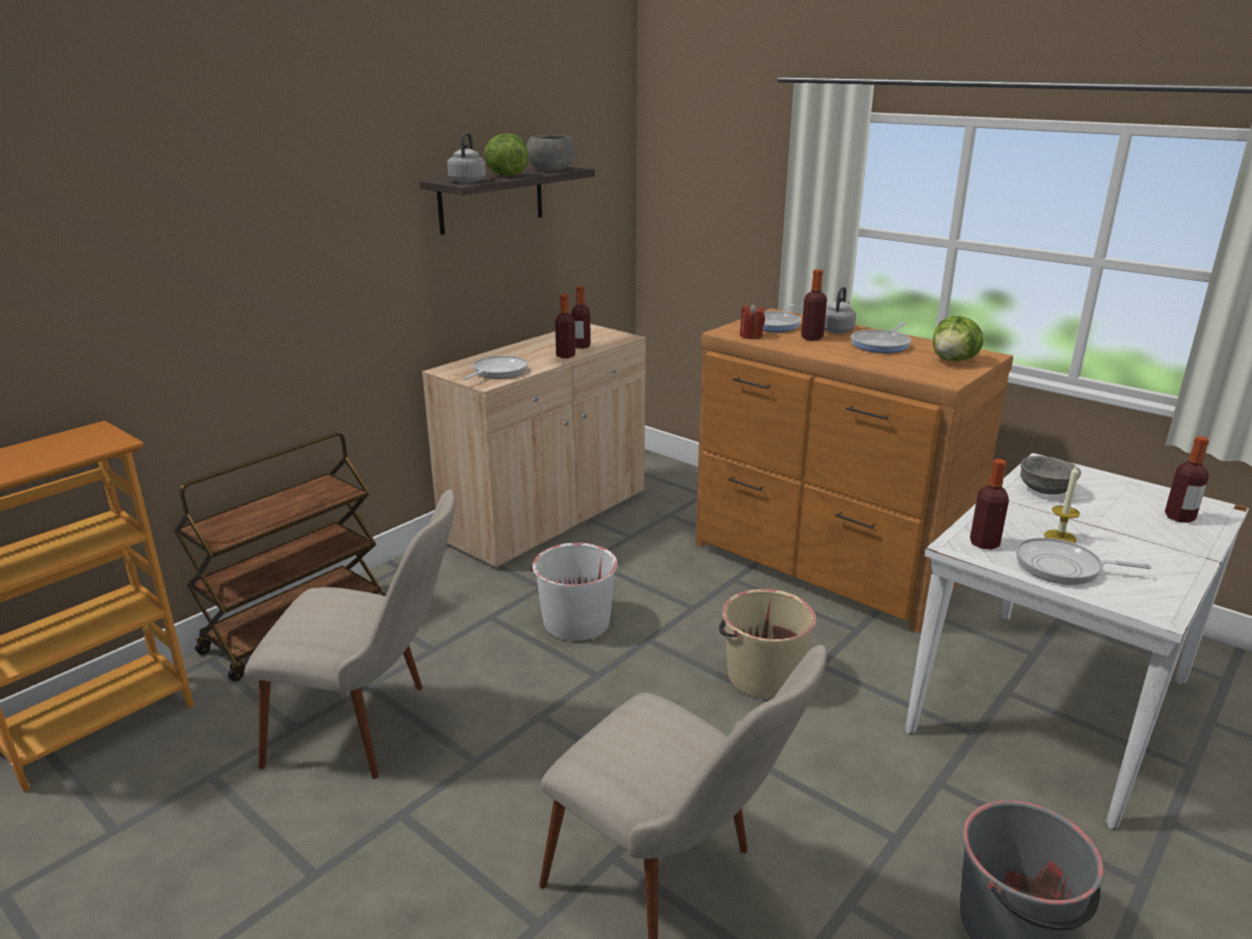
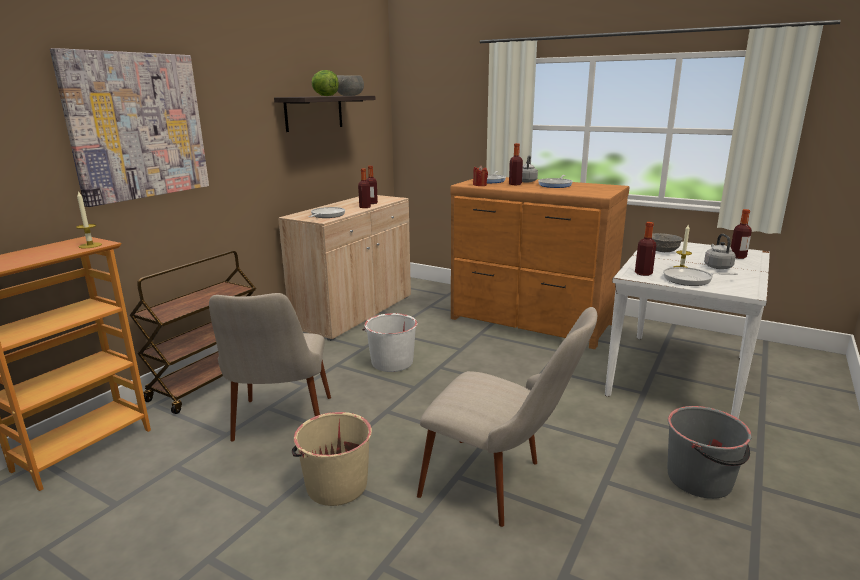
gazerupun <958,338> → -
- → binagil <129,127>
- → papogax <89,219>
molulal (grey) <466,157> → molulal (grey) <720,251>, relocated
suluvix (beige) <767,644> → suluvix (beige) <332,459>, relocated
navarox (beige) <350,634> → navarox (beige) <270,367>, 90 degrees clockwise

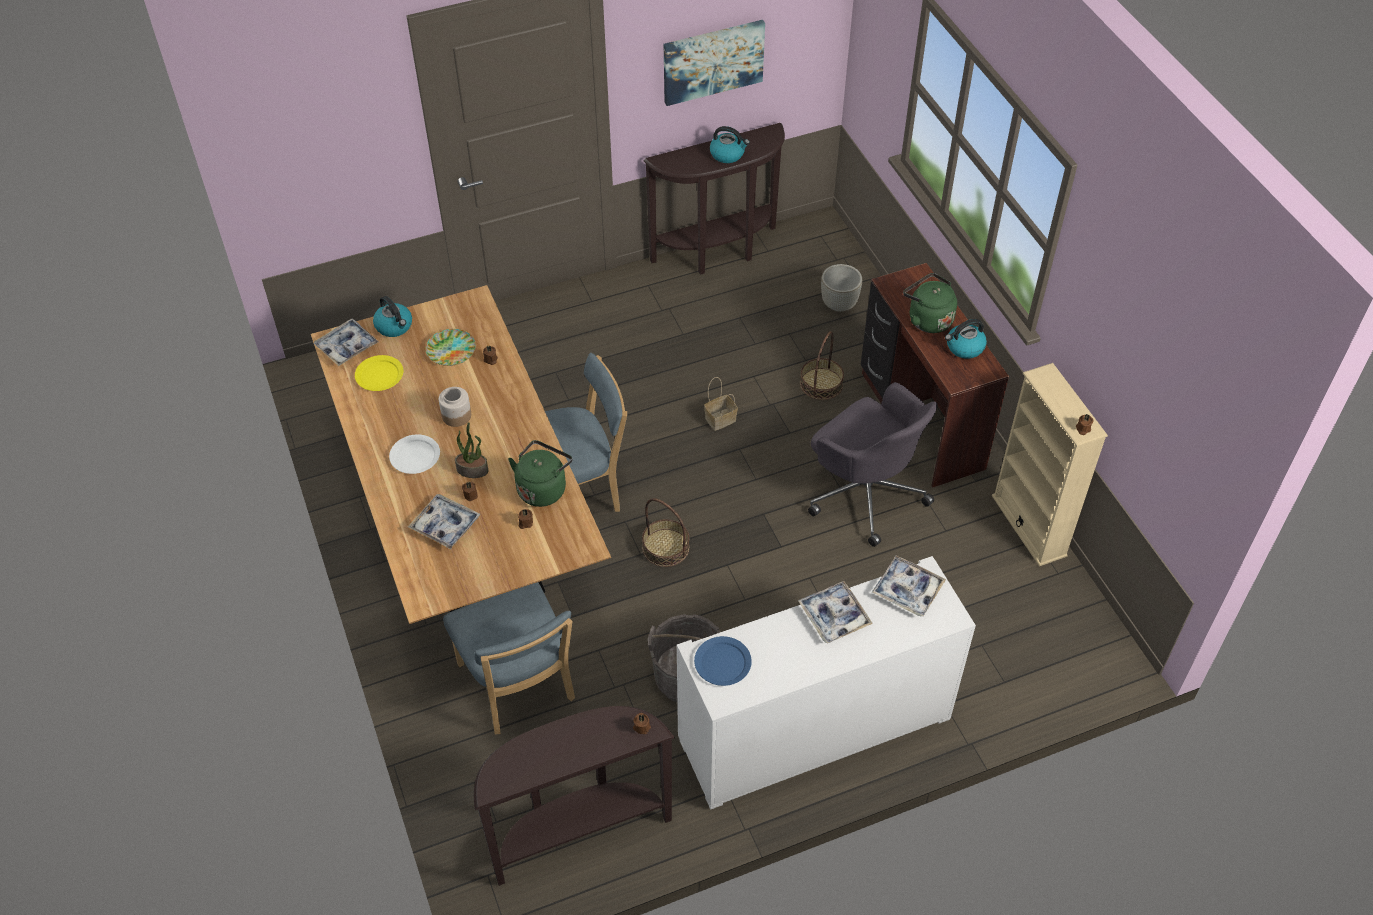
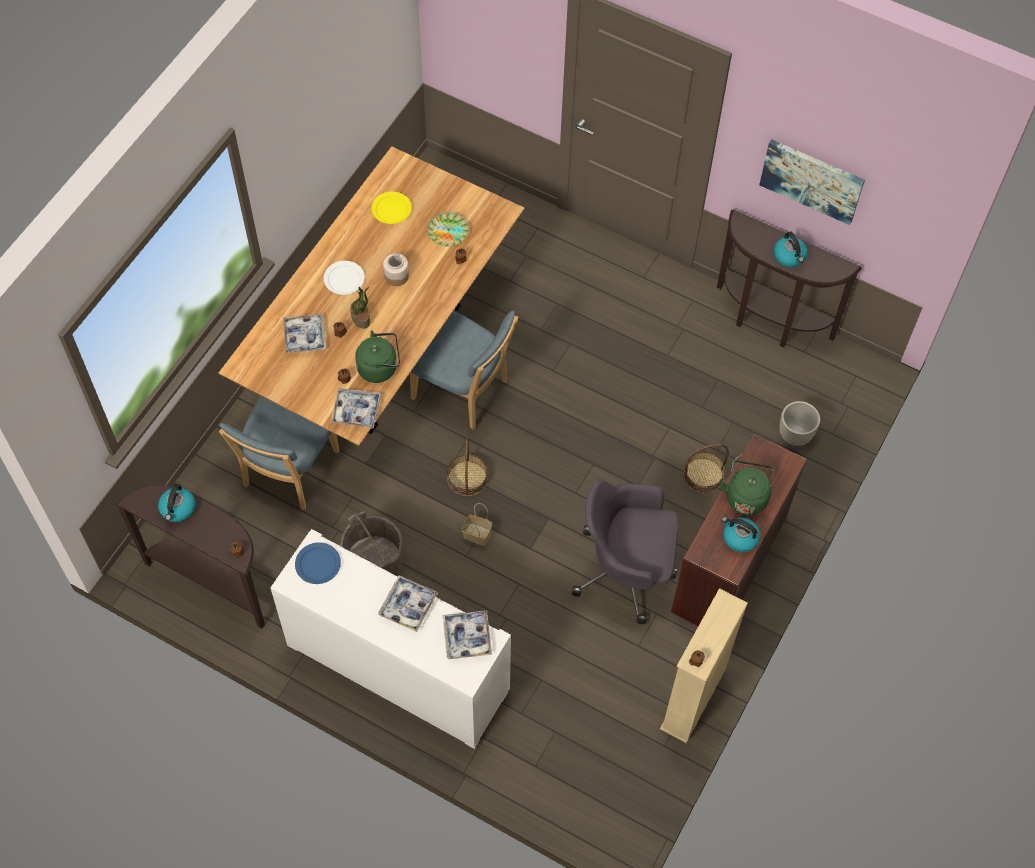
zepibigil <346,342> → zepibigil <355,408>, relocated
molulal <392,316> → molulal <176,503>, relocated
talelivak <721,404> → talelivak <477,524>, relocated
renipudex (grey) <873,464> → renipudex (grey) <625,551>, 90 degrees clockwise

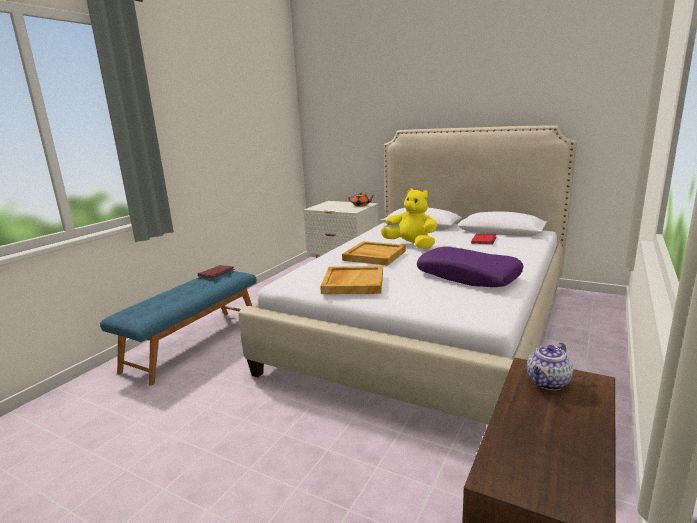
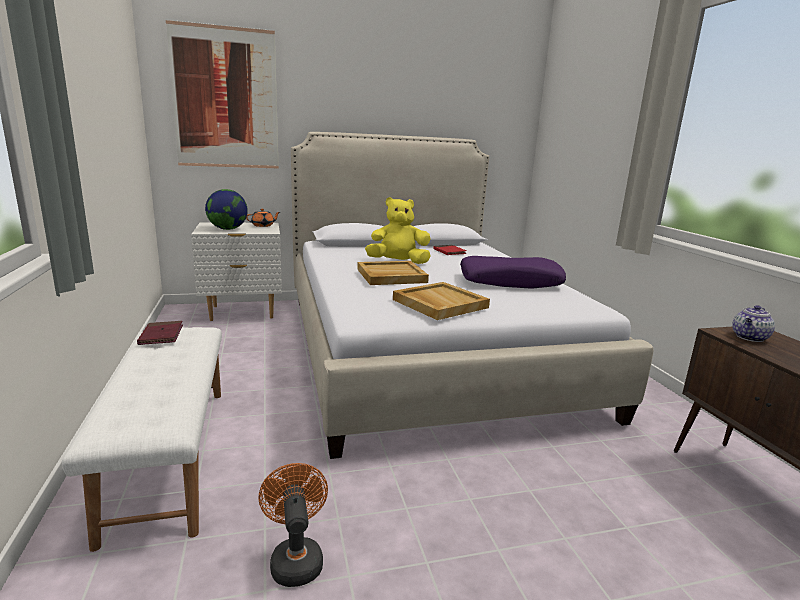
- → binagil <222,94>
- → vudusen <226,209>
- → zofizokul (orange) <293,525>
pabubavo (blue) <178,328> → pabubavo (white) <142,439>
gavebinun <550,366> → gavebinun <753,323>, 45 degrees clockwise

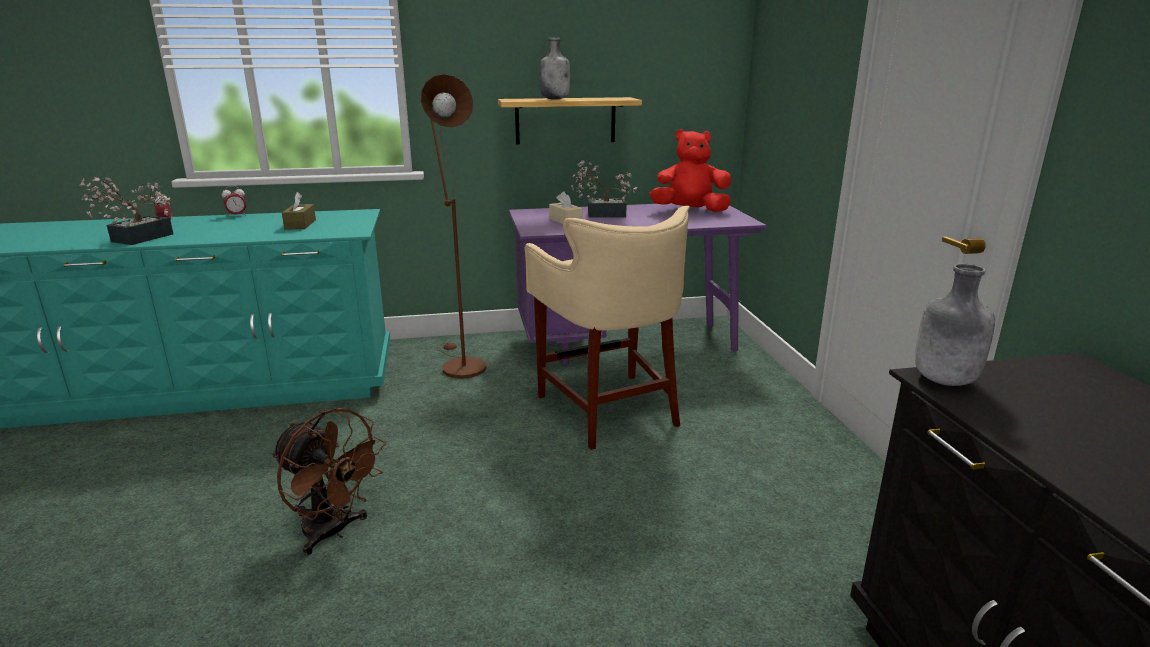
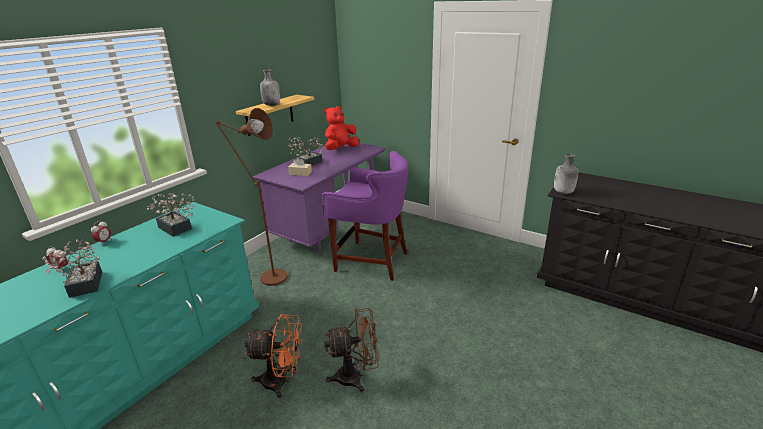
- → zofizokul (orange) <273,356>
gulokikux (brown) <299,210> → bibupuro <170,215>
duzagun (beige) <607,328> → duzagun (purple) <365,216>

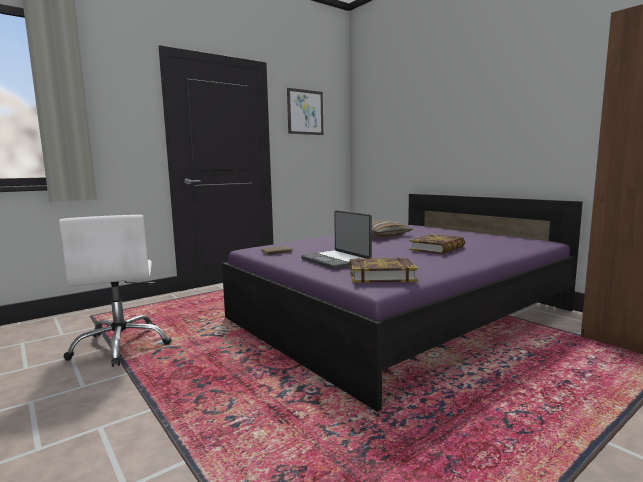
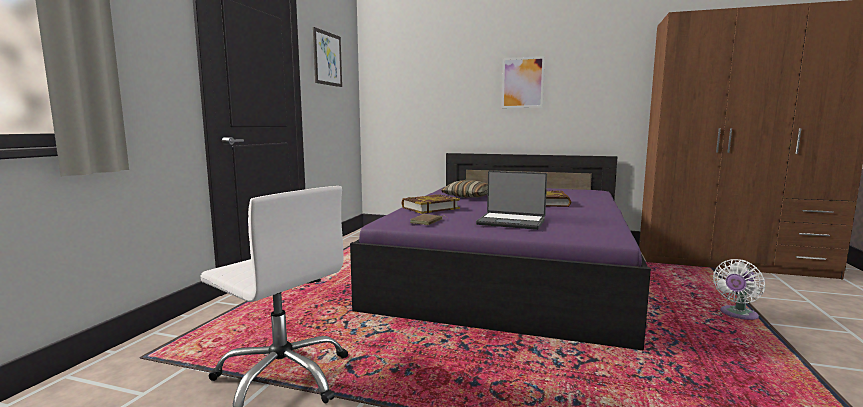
- → binagil <523,82>
- → zofizokul (white) <739,289>
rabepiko <384,270> → rabepiko <431,204>, relocated

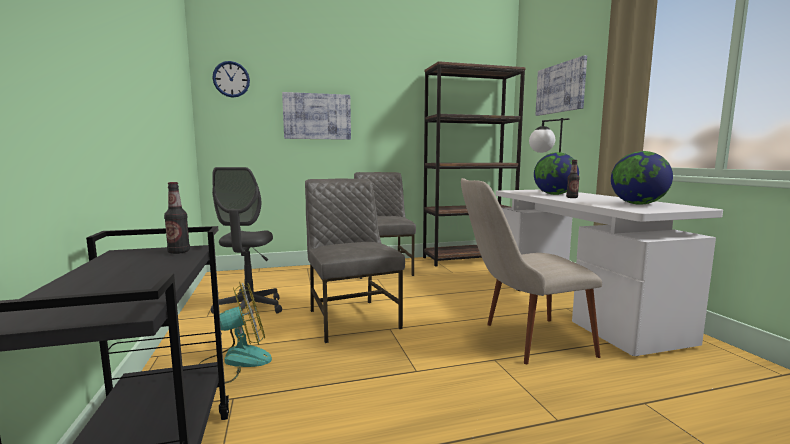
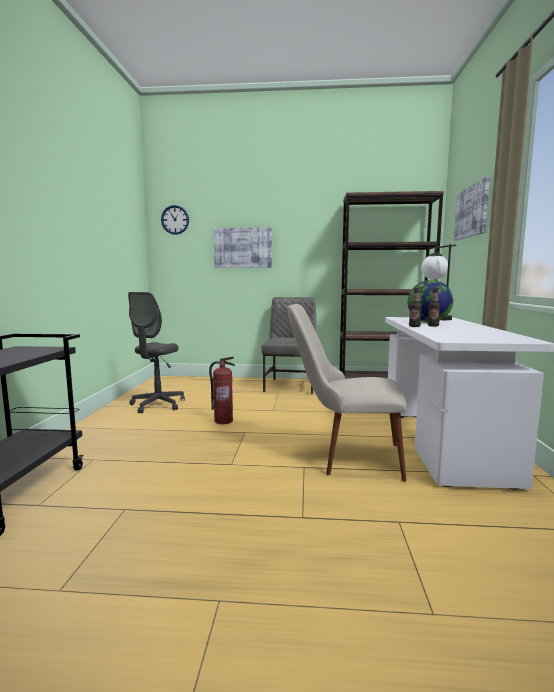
zofizokul <235,332> → -
vudusen <642,178> → -
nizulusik <177,218> → nizulusik <415,307>, relocated
navarox (grey) <355,261> → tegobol <222,390>

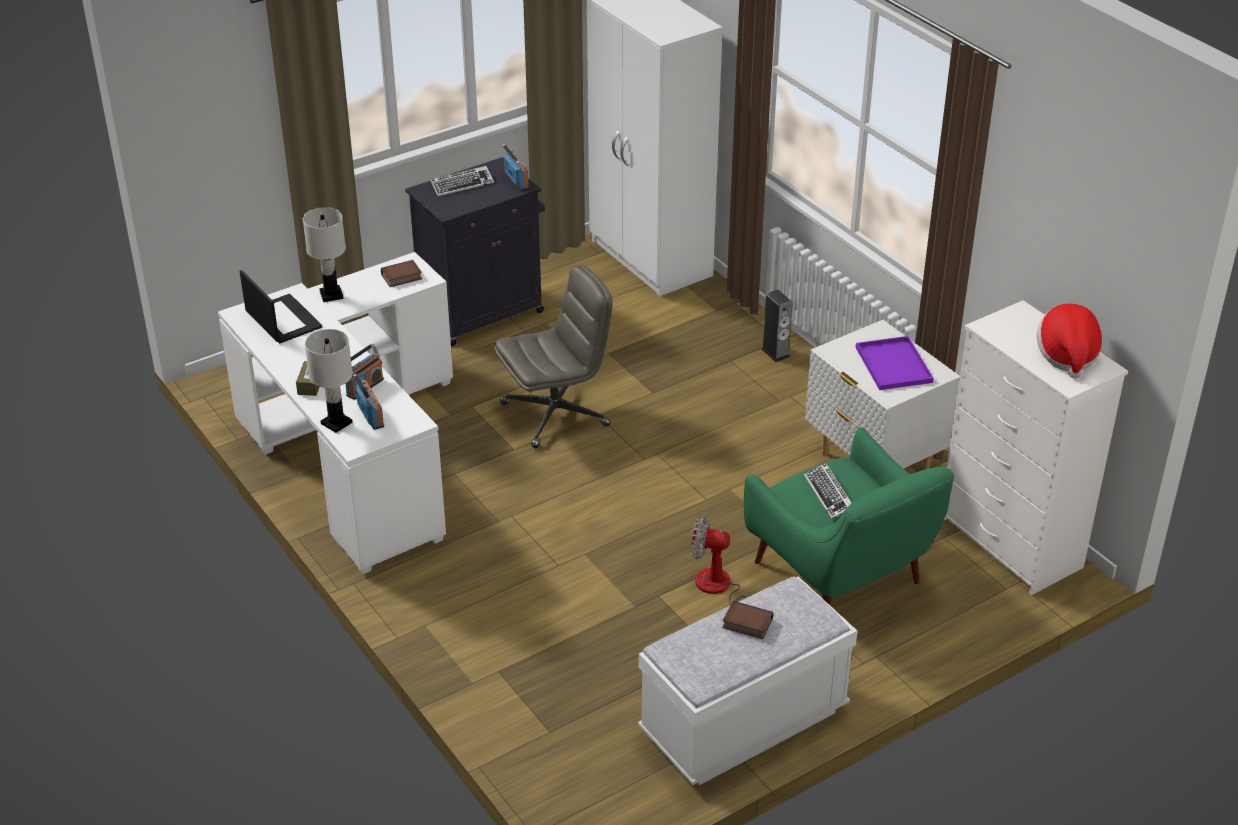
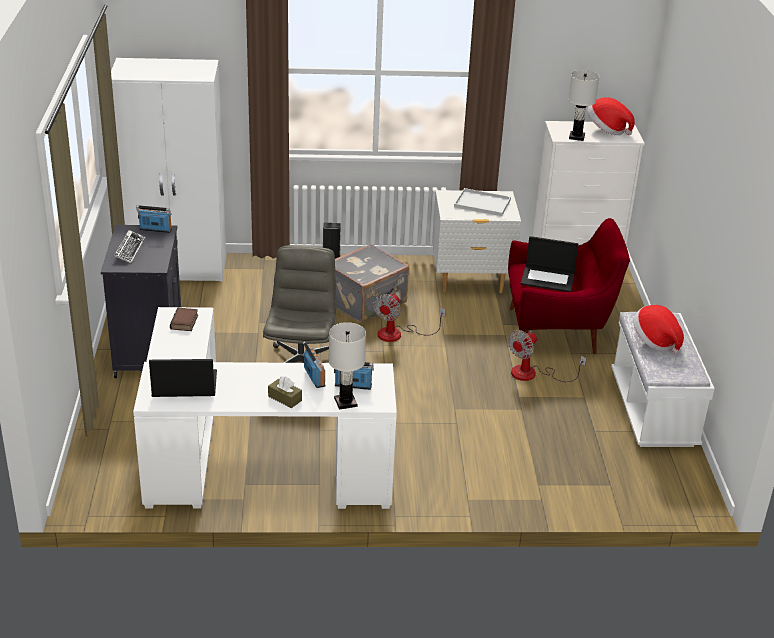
- → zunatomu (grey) <372,283>
- → zofizokul <409,317>
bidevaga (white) <324,254> → bidevaga (white) <583,105>, relocated
rabepiko <747,620> → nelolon <659,329>
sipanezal <828,491> → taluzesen <549,264>
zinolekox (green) <849,516> → zinolekox (red) <569,286>
zepibigil (purple) <894,363> → zepibigil (white) <482,202>

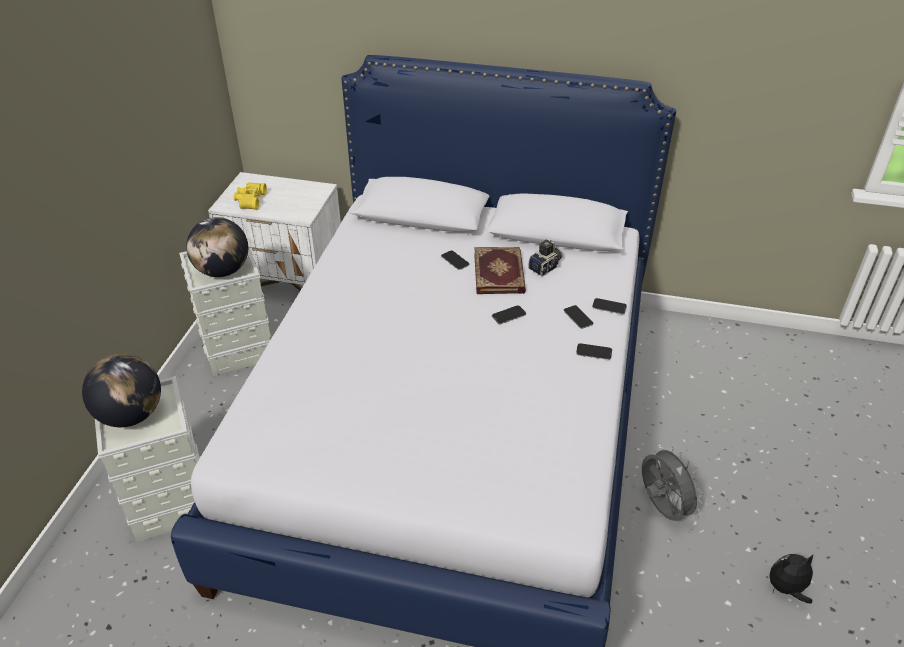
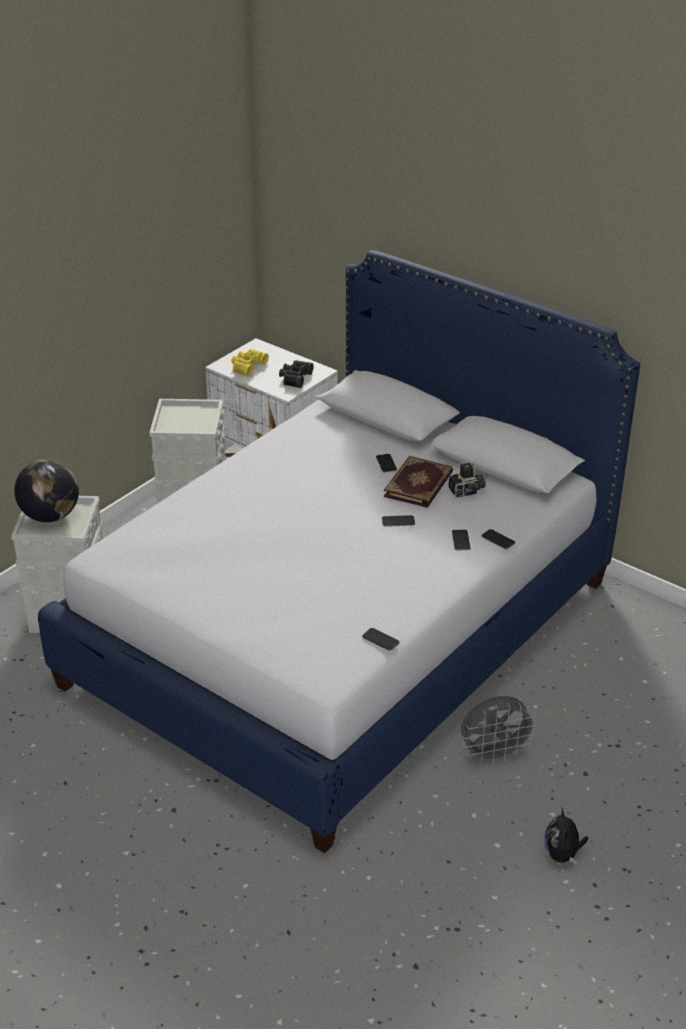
vudusen <217,247> → -
- → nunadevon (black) <296,374>
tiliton <594,351> → tiliton <381,639>, relocated
zofizokul (grey) <672,483> → zofizokul (grey) <499,730>, 75 degrees clockwise
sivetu <791,579> → sivetu <566,836>, 105 degrees counterclockwise

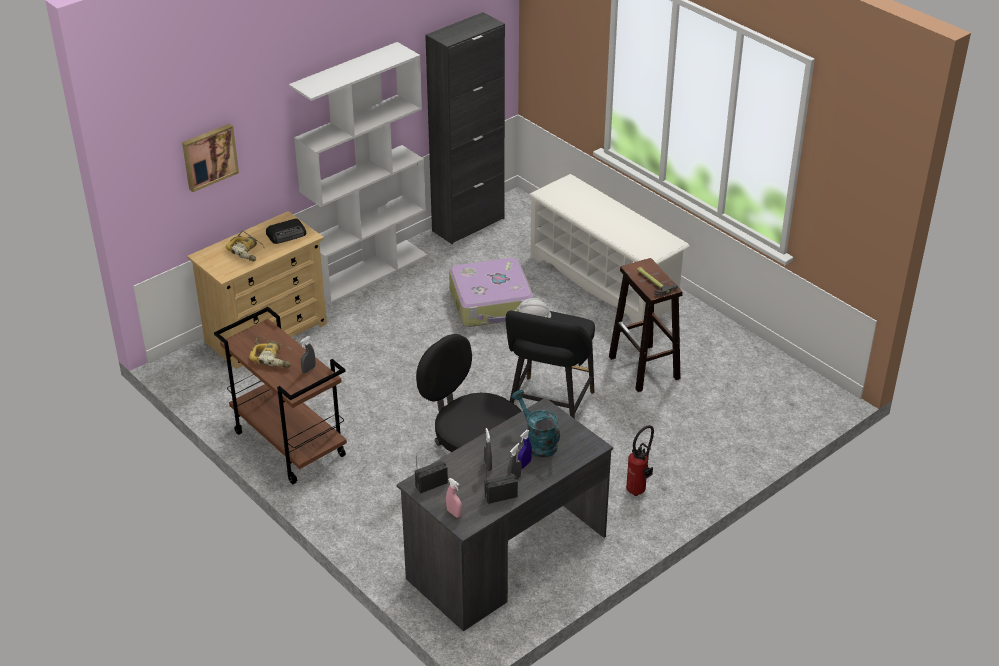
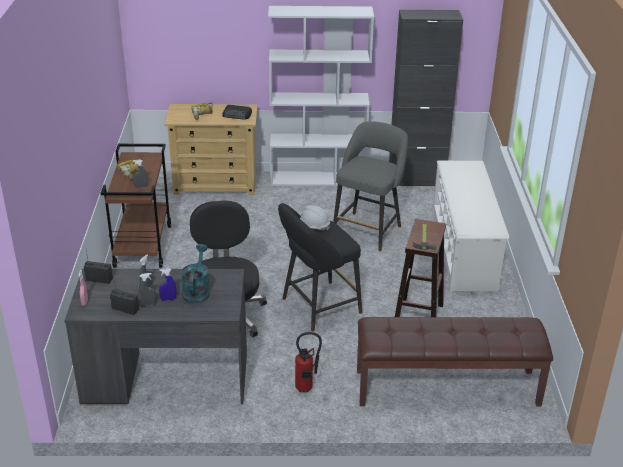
binagil <210,158> → -
- → pabubavo (brown) <455,361>
zunatomu <491,292> → duzagun (grey) <370,186>

